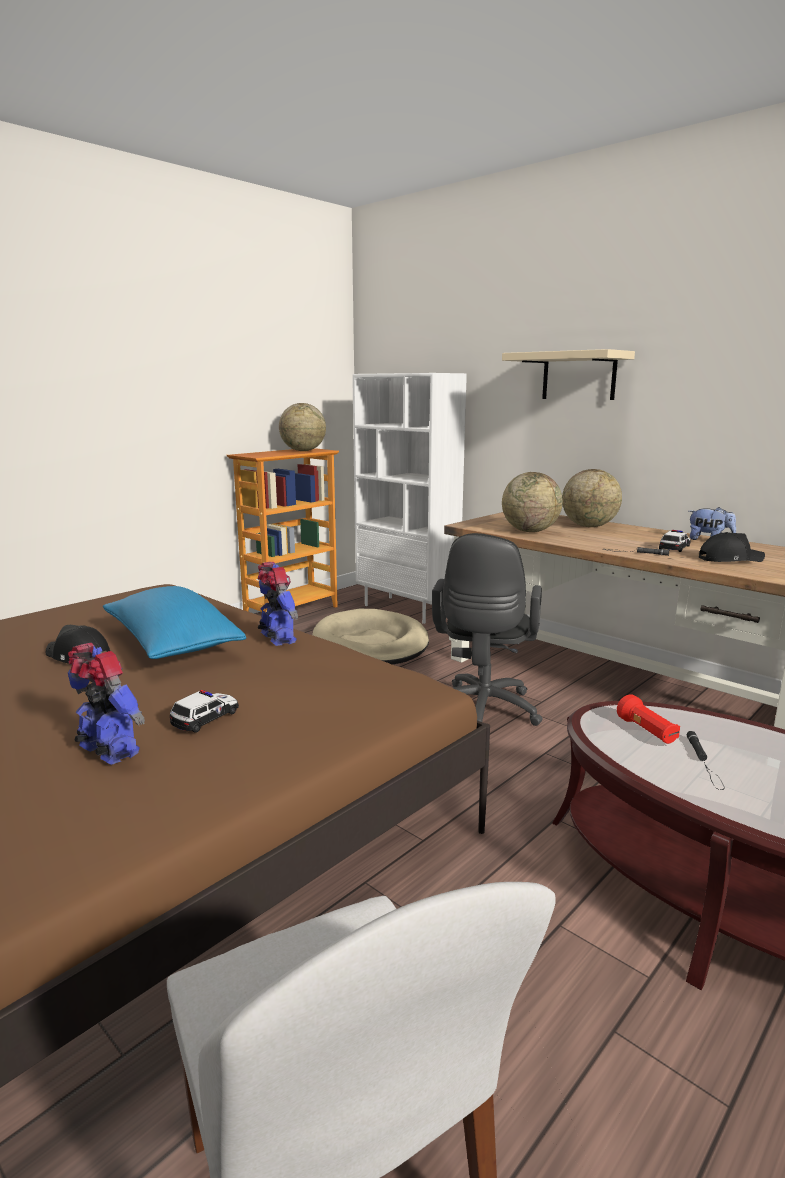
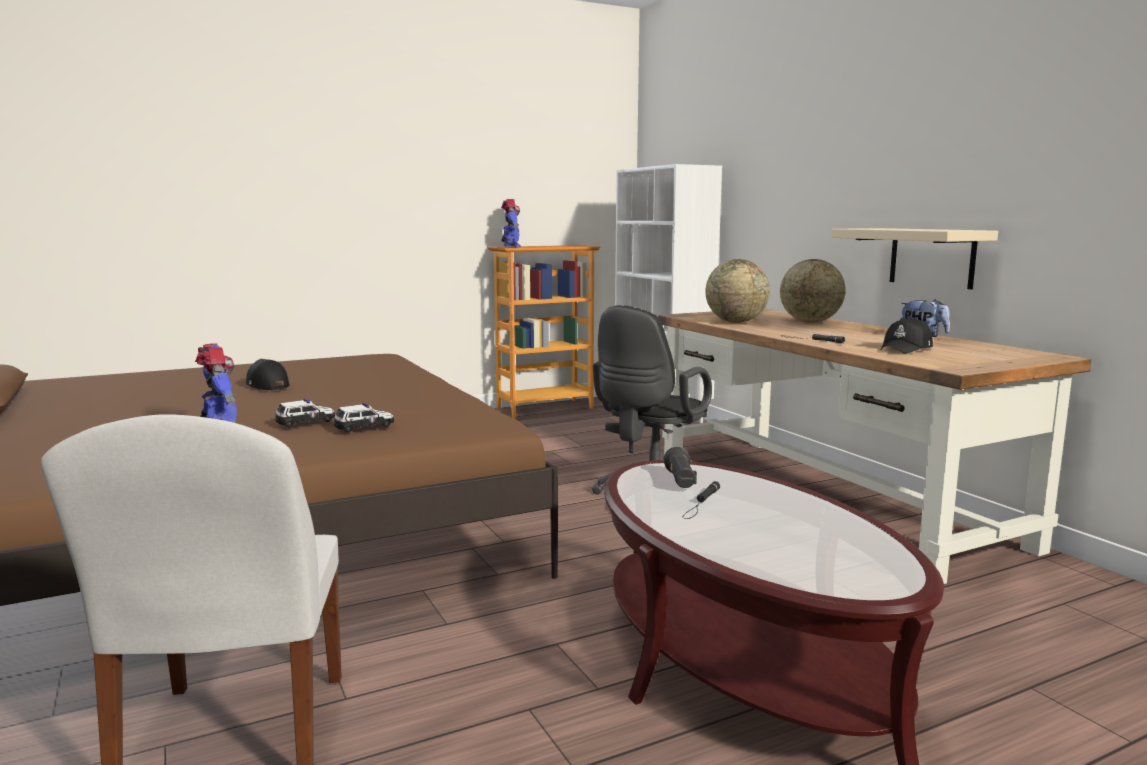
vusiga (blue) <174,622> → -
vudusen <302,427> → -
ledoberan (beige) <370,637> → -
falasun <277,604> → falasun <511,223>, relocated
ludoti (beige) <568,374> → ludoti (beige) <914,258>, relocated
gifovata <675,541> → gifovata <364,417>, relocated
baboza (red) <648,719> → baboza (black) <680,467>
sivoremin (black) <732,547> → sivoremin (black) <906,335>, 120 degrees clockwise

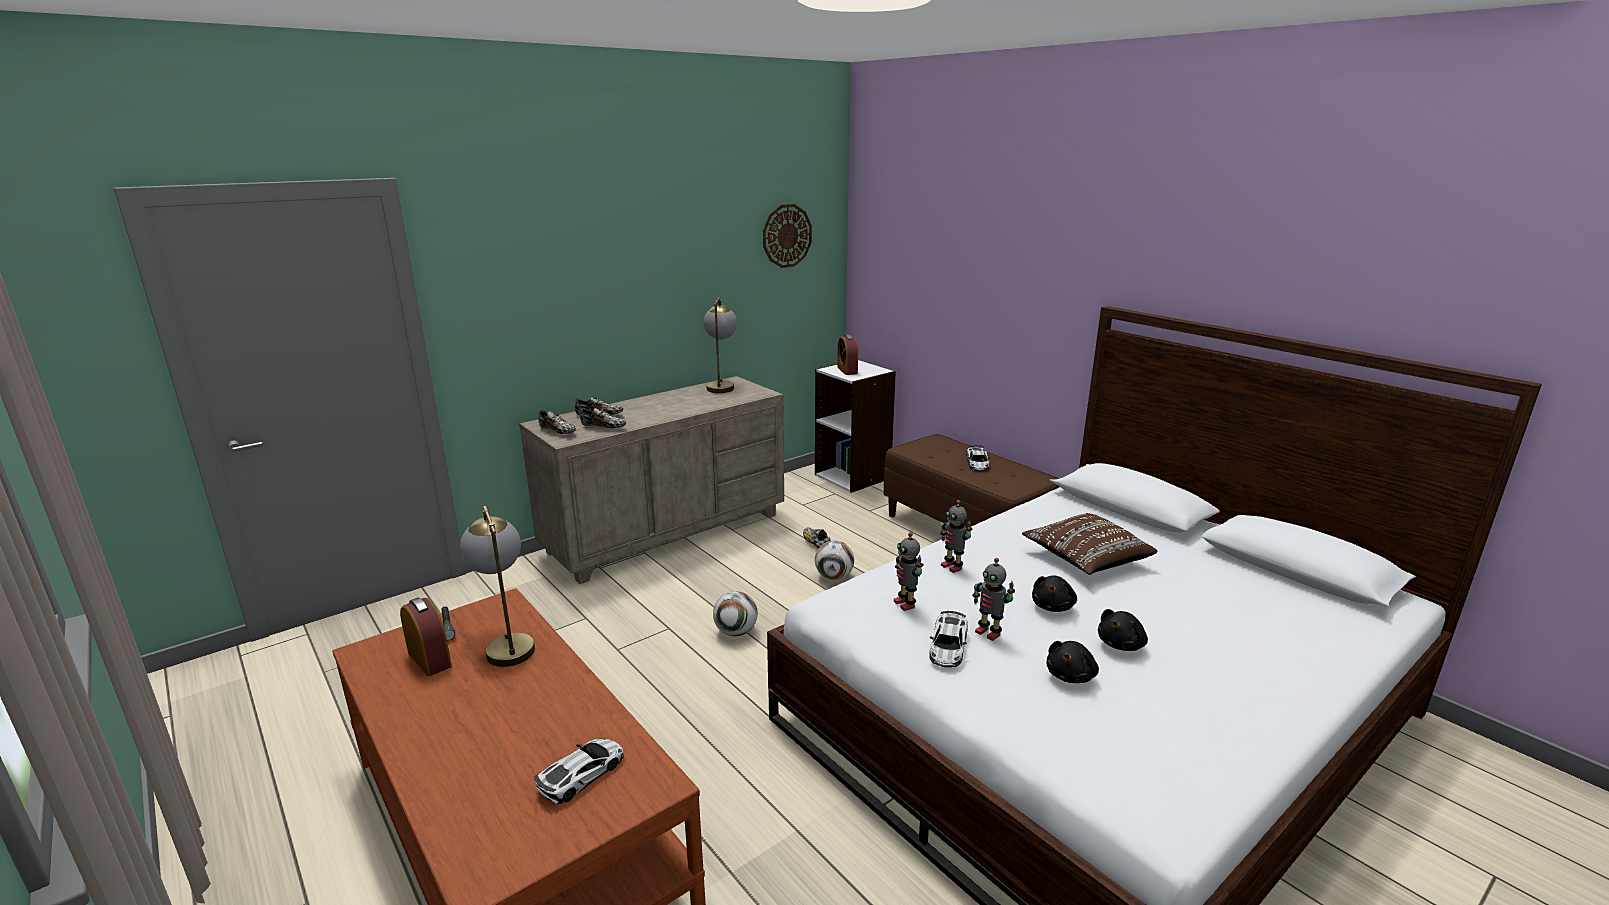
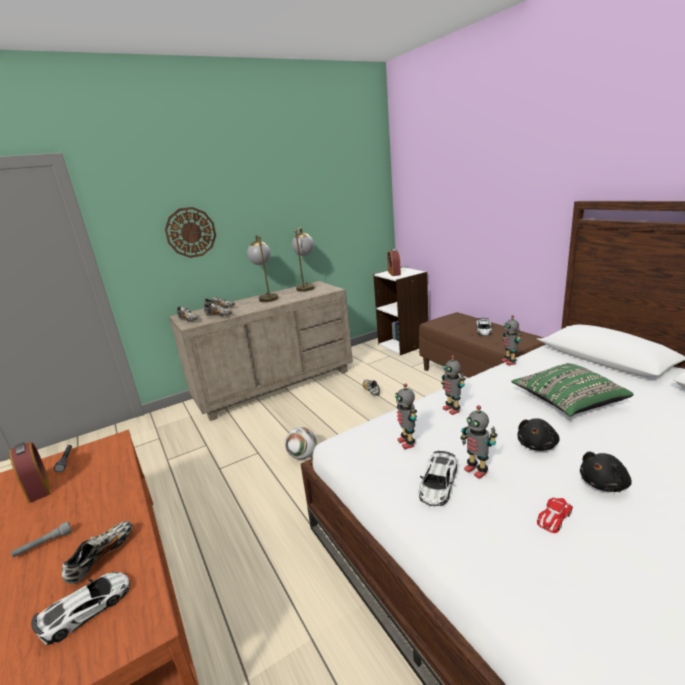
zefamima <834,560> → -
- → baboza (grey) <41,539>
- → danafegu <97,552>
- → falasun <512,340>
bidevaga <497,586> → bidevaga <262,268>, relocated
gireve <787,236> → gireve <190,232>, relocated
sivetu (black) <1072,662> → gifovata <555,515>
vusiga (brown) <1089,544> → vusiga (green) <572,390>

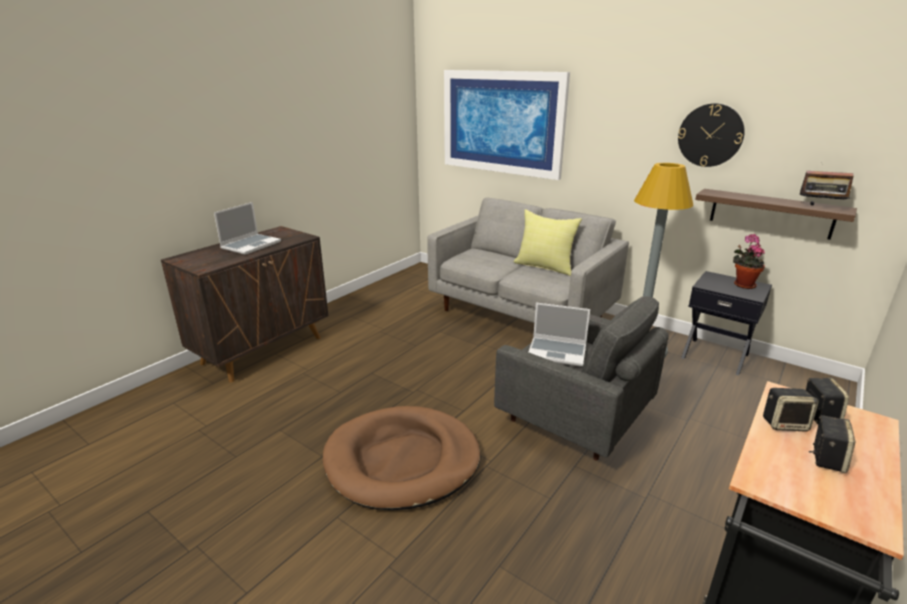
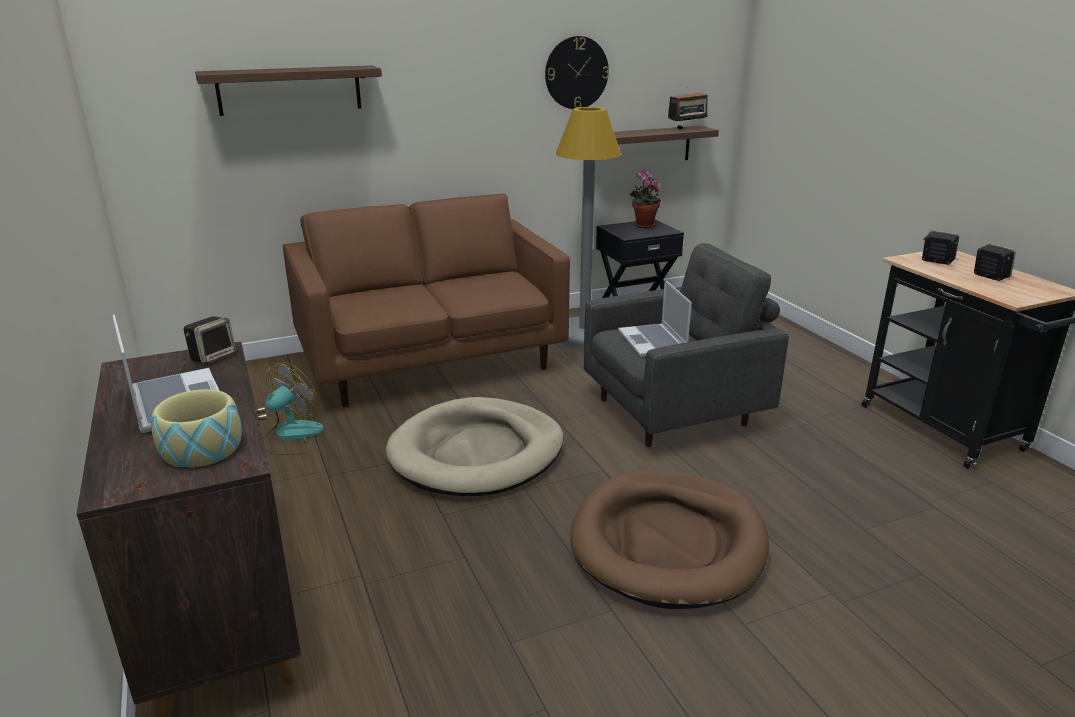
vusiga (yellow) <547,242> → -
- → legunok <196,428>
- → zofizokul <293,408>
- → ledoberan (beige) <475,446>
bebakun <791,410> → bebakun <210,340>, relocated
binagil <507,125> → ludoti <288,90>
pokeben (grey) <528,260> → pokeben (brown) <426,300>
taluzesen <559,335> → taluzesen <655,318>, 120 degrees clockwise

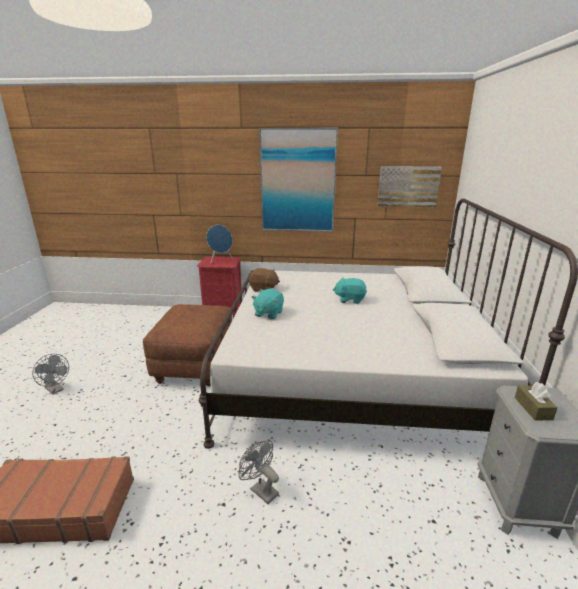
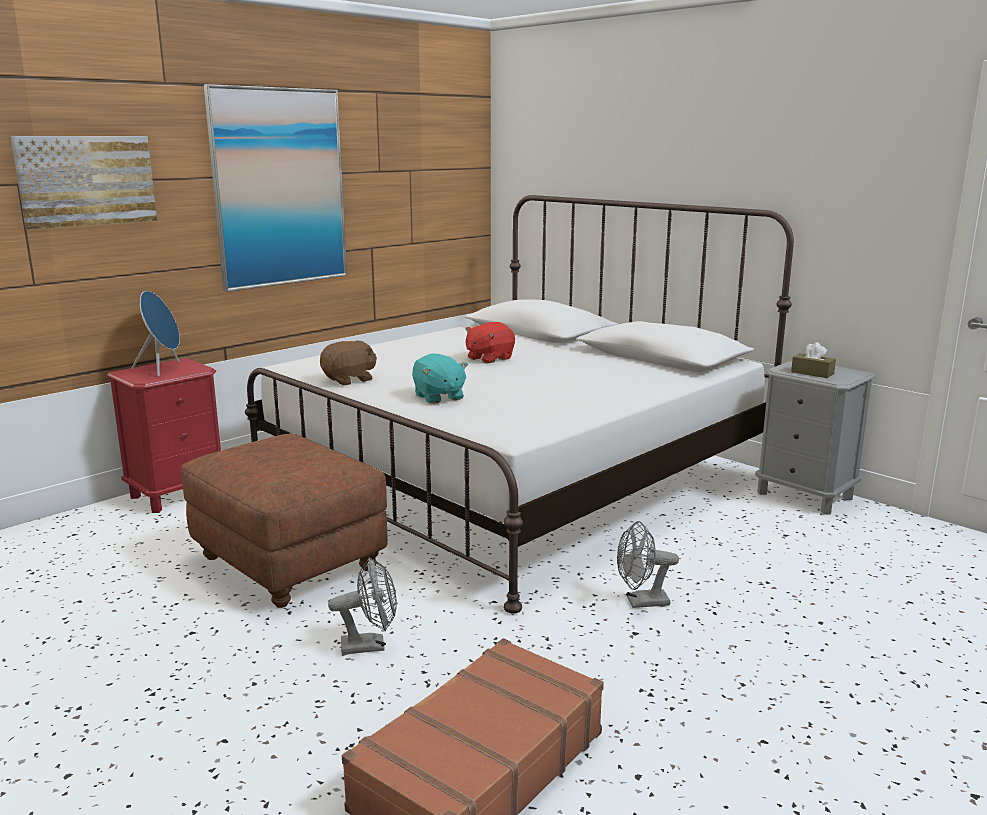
zofizokul (grey) <50,374> → zofizokul (grey) <362,606>, relocated
binagil <409,186> → binagil <84,182>, relocated
sivetu (turquoise) <350,290> → sivetu (red) <490,343>

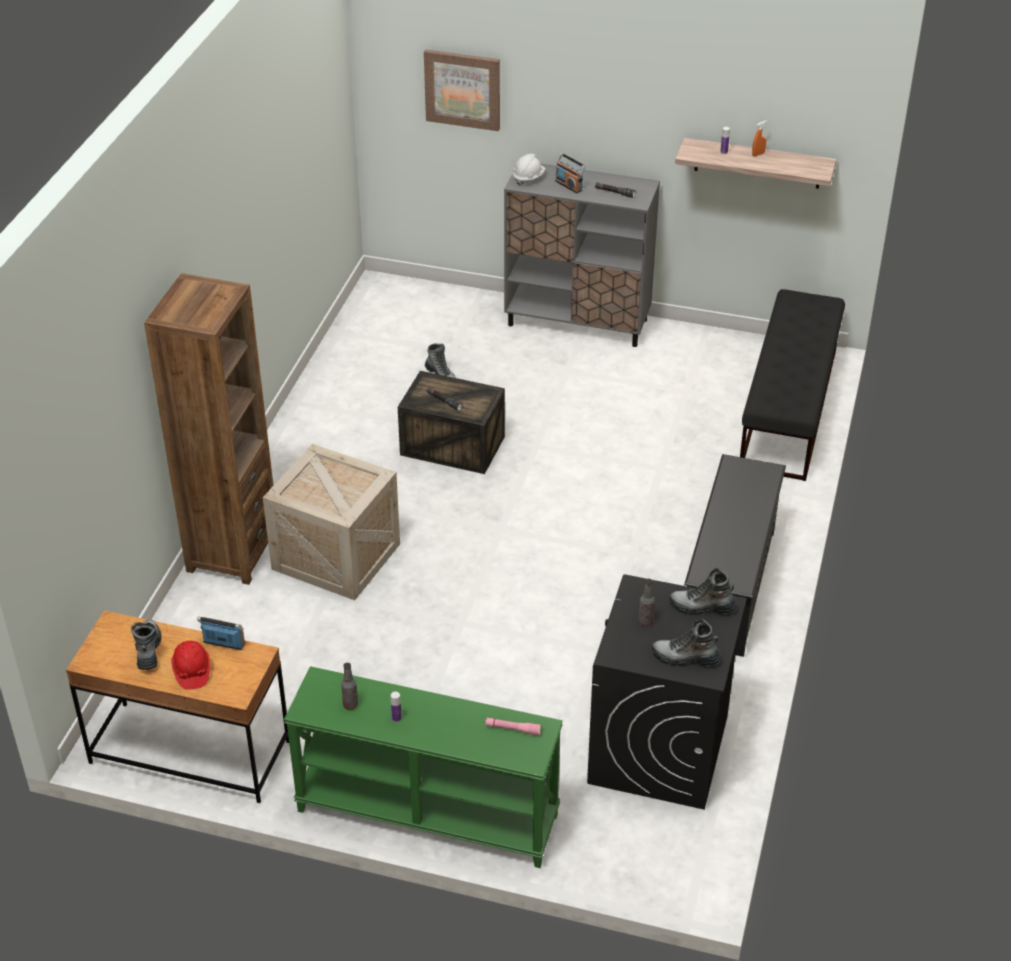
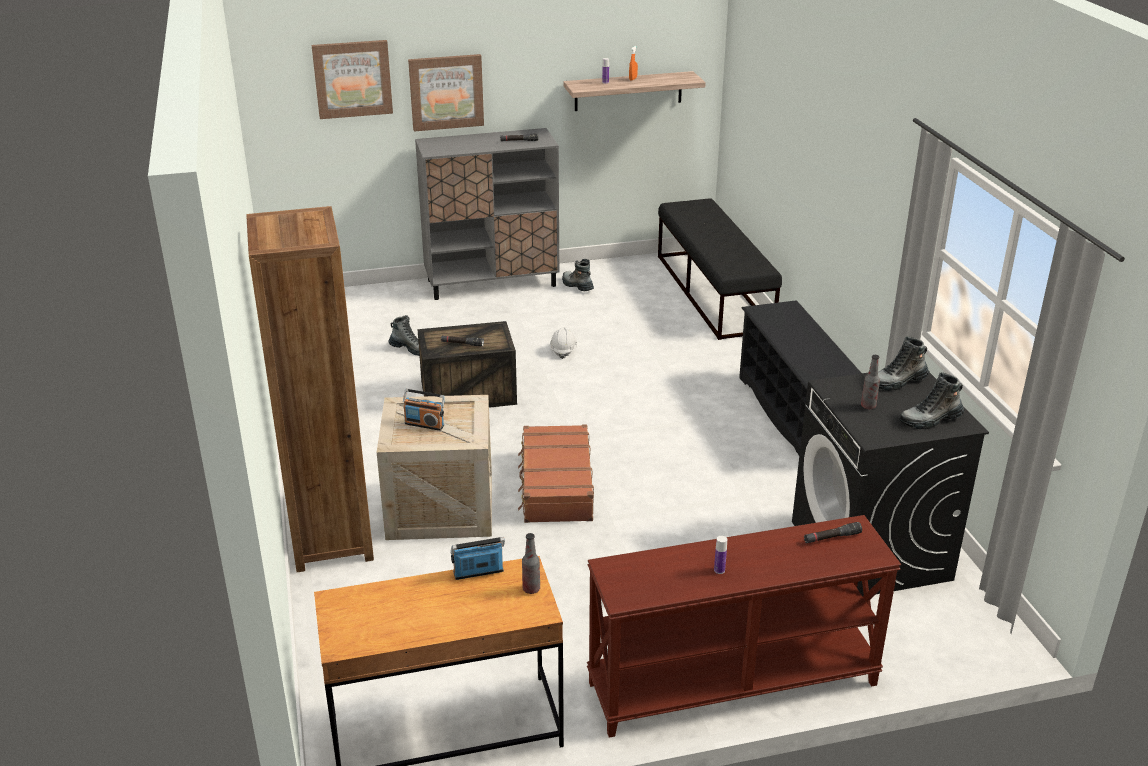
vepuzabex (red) <190,665> → -
- → binagil <446,93>
- → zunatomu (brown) <556,473>
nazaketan <146,645> → nazaketan <578,275>, relocated
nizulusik <349,686> → nizulusik <531,563>, relocated
vepuzabex (white) <529,170> → vepuzabex (white) <563,343>, relocated
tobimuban <570,173> → tobimuban <424,410>, relocated
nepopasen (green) <423,767> → nepopasen (brown) <744,626>
baboza (pink) <513,726> → baboza (black) <833,532>

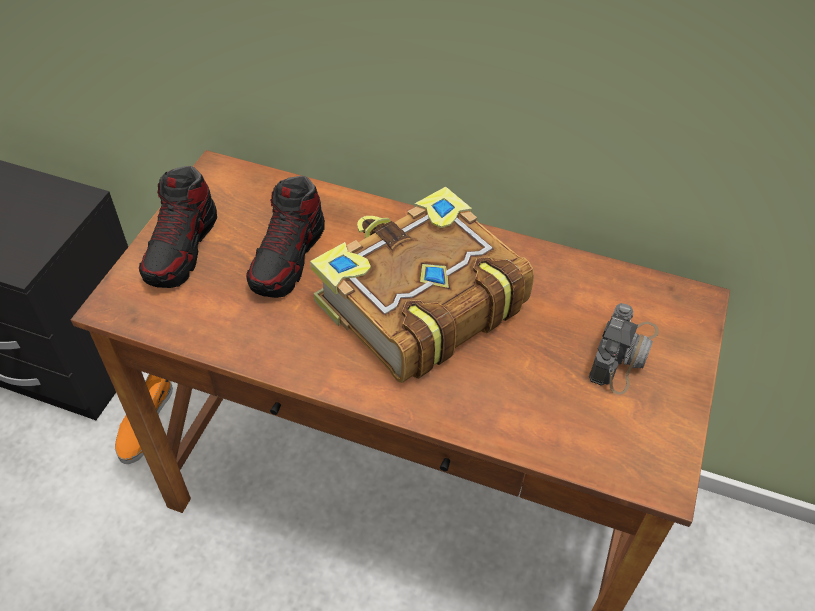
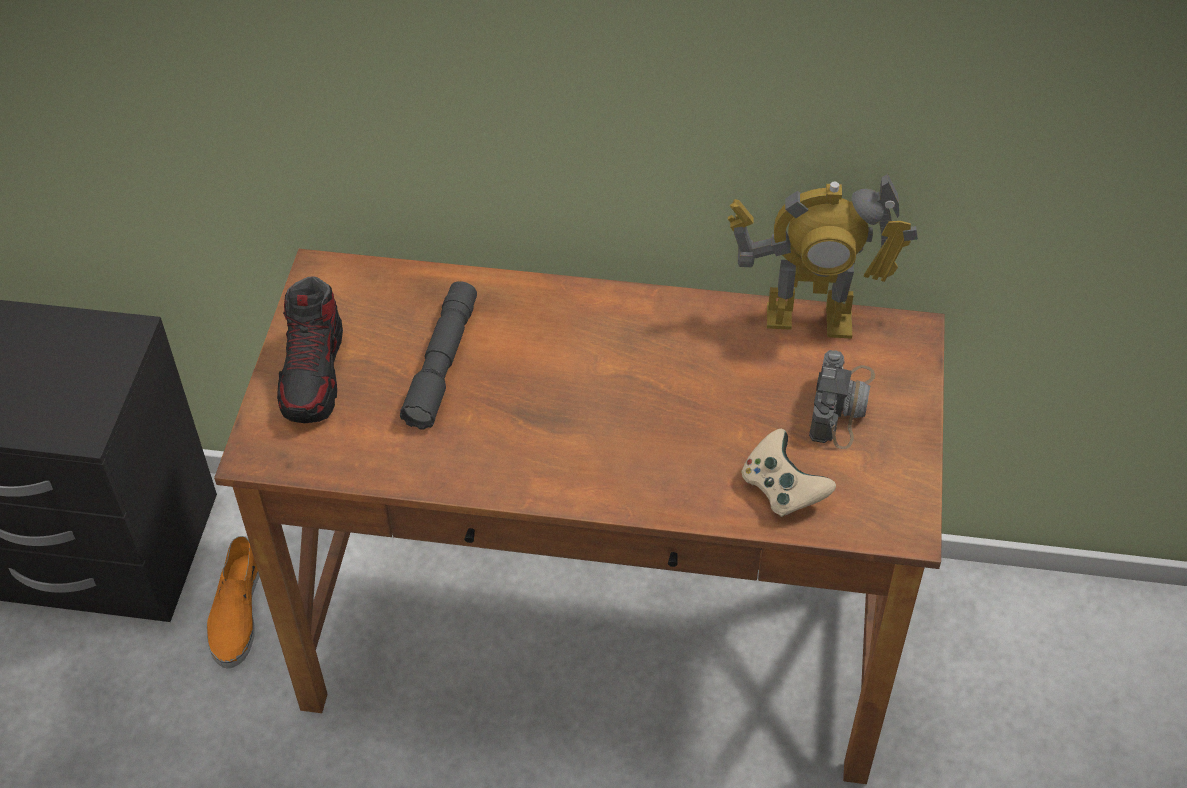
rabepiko <422,284> → -
- → falasun <823,255>
- → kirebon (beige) <788,473>
danafegu <285,237> → baboza (grey) <438,355>

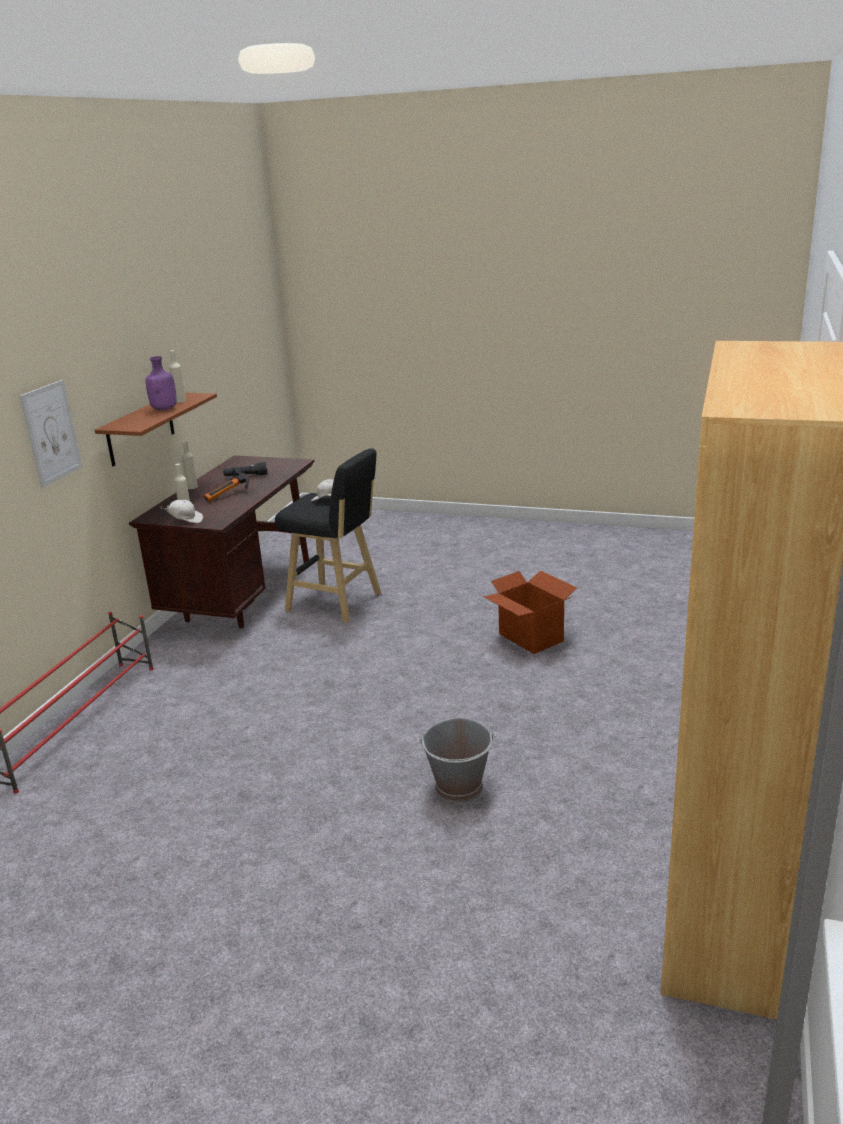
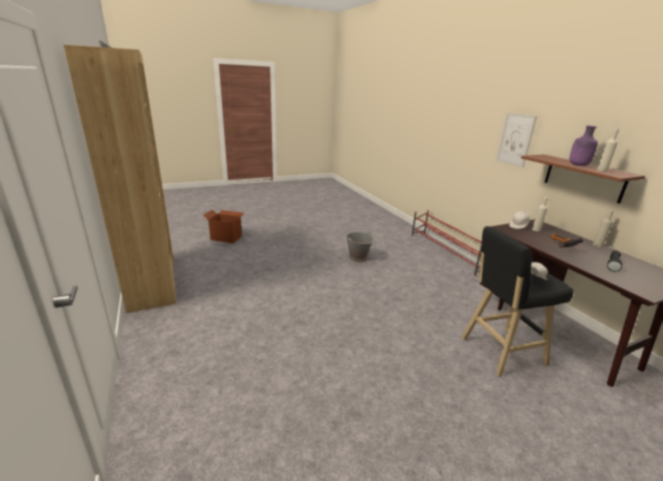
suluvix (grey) <456,760> → suluvix (grey) <359,246>, relocated
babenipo <530,612> → babenipo <223,226>, relocated

